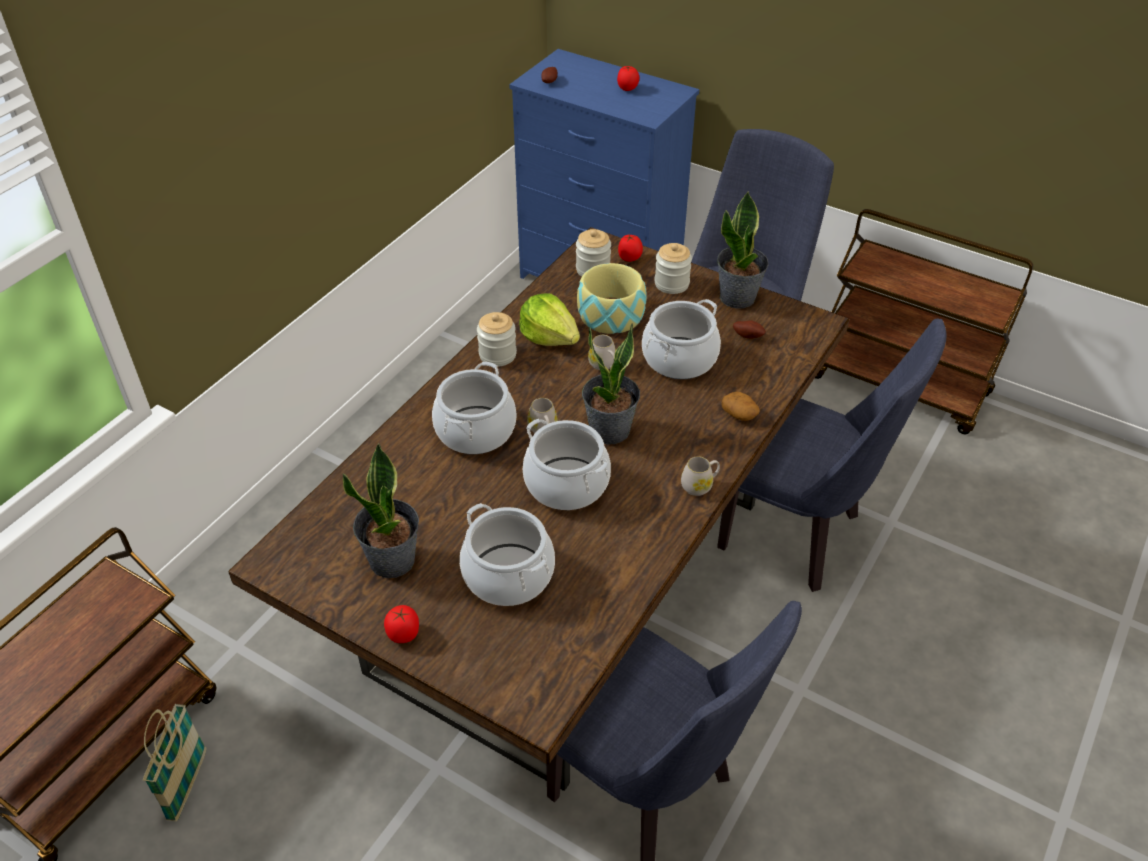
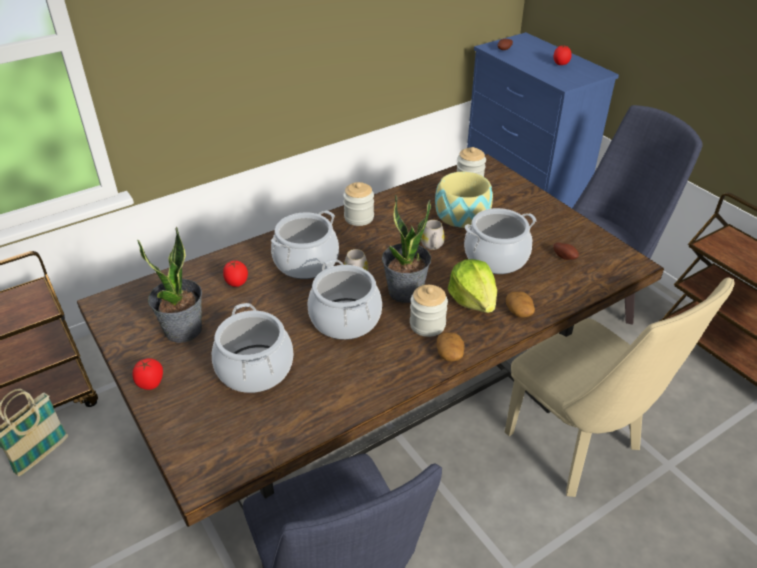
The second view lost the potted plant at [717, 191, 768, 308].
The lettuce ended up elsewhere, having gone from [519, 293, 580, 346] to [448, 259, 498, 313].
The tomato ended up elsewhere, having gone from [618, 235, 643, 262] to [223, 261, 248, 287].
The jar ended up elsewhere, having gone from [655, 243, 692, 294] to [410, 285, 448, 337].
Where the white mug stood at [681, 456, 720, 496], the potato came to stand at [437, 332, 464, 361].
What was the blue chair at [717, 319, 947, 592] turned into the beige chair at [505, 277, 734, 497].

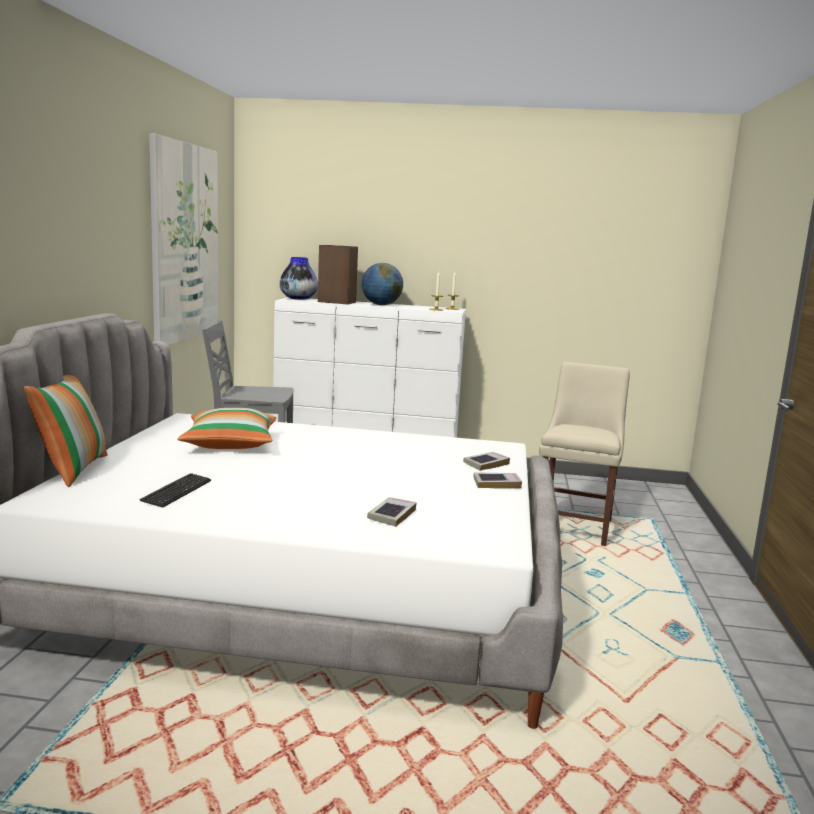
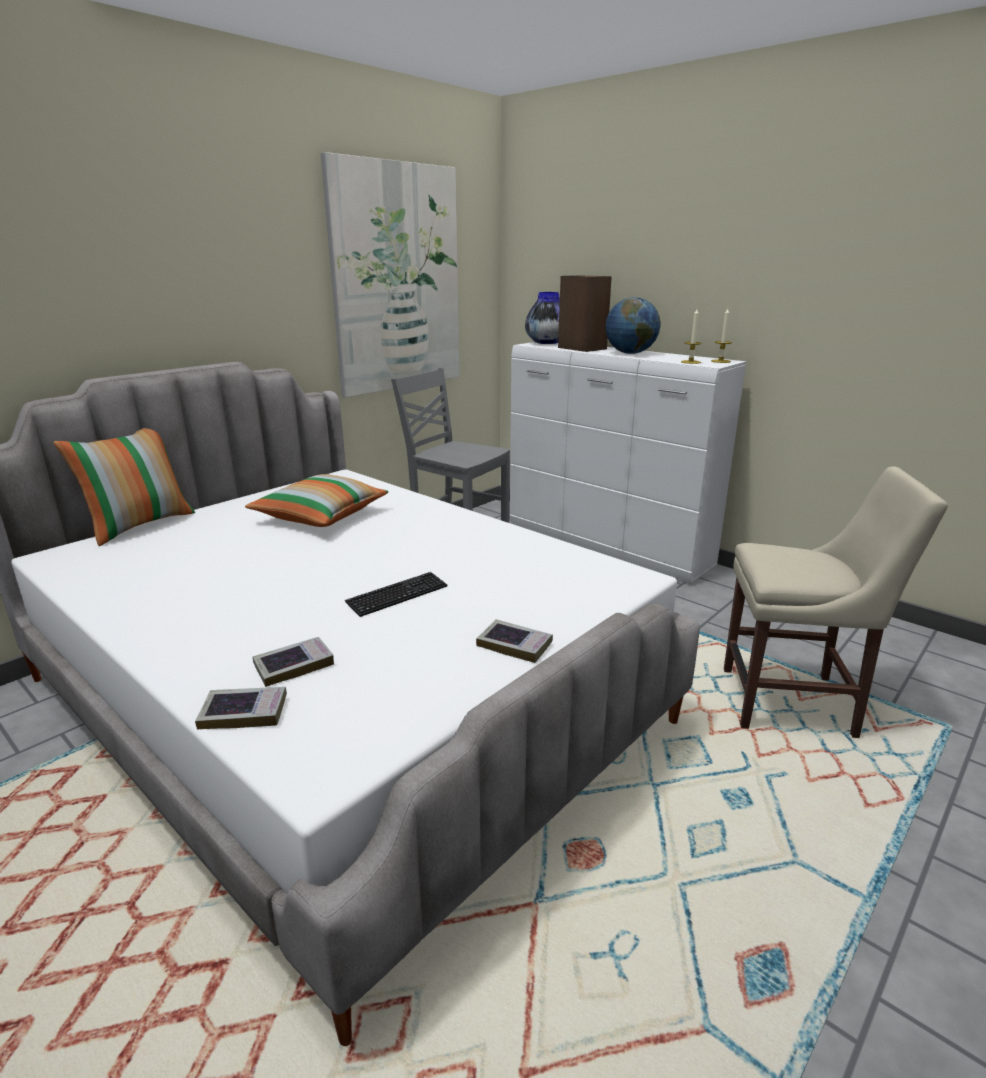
The keyboard ended up elsewhere, having gone from [140, 473, 211, 508] to [345, 572, 447, 617].
The book ended up elsewhere, having gone from [463, 452, 510, 471] to [195, 687, 287, 730].
The beige chair at [539, 362, 630, 546] ended up facing another way, 45 degrees clockwise from before.

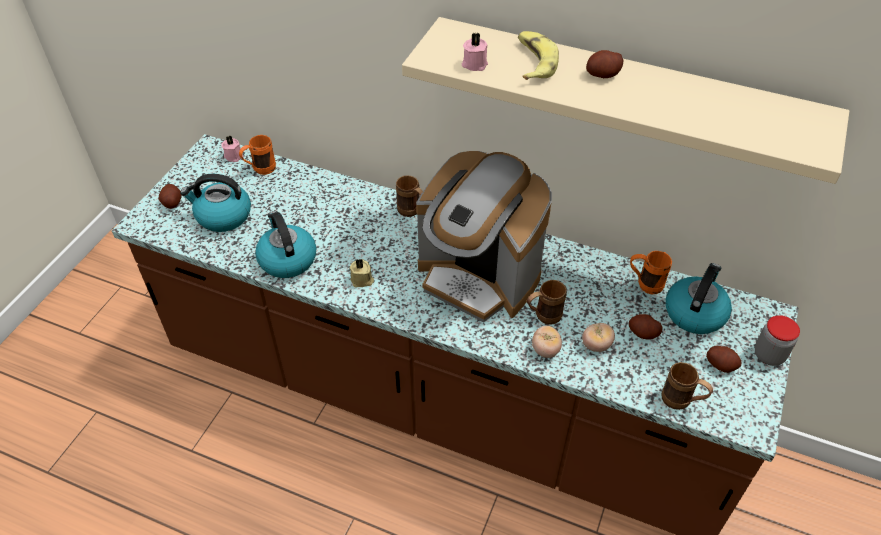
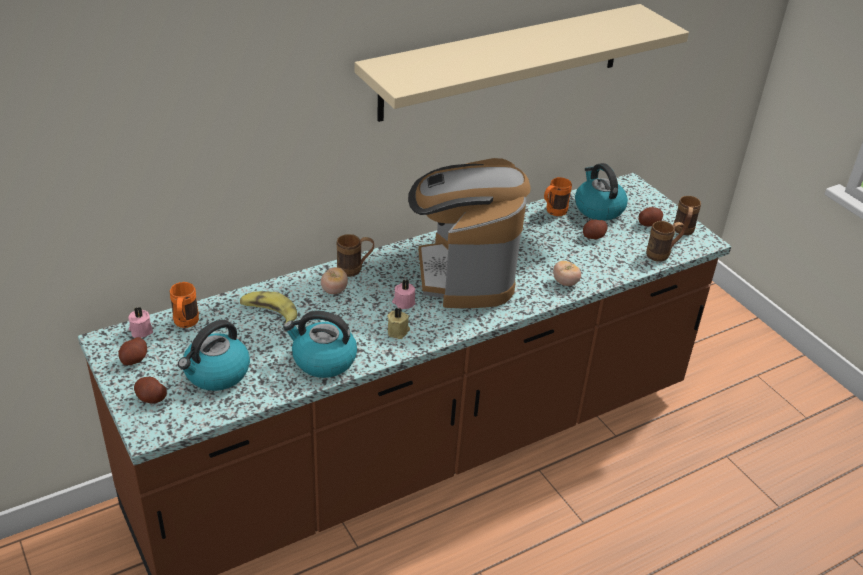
The second view lost the jar at [755, 315, 800, 366].
The pink candle ended up elsewhere, having gone from [462, 32, 488, 71] to [392, 280, 416, 309].
The banana ended up elsewhere, having gone from [518, 31, 559, 80] to [240, 291, 297, 323].
The brown mug ended up elsewhere, having gone from [527, 280, 567, 325] to [674, 196, 701, 235].
The tomato ended up elsewhere, having gone from [582, 323, 615, 352] to [321, 267, 348, 294].
The potato ended up elsewhere, having gone from [586, 50, 624, 78] to [118, 337, 147, 365].
The coffee machine at [416, 151, 552, 322] ended up facing another way, 105 degrees clockwise from before.

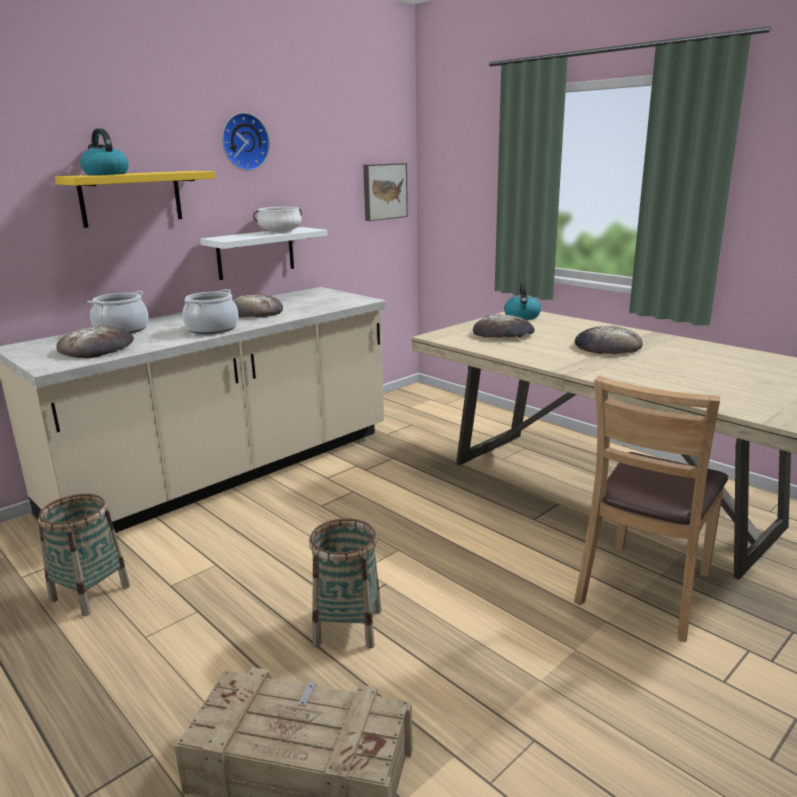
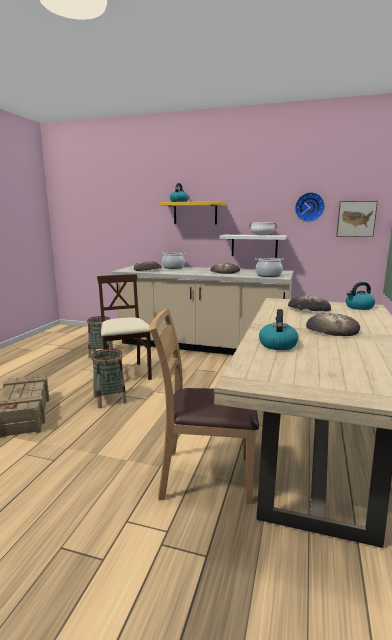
The second view gained the beige chair at [97, 274, 152, 380].
The second view gained the kettle at [259, 309, 299, 350].
The cooking pot ended up elsewhere, having gone from [182, 289, 239, 334] to [255, 258, 284, 277].
The wall clock ended up elsewhere, having gone from [222, 112, 270, 171] to [295, 192, 325, 222].

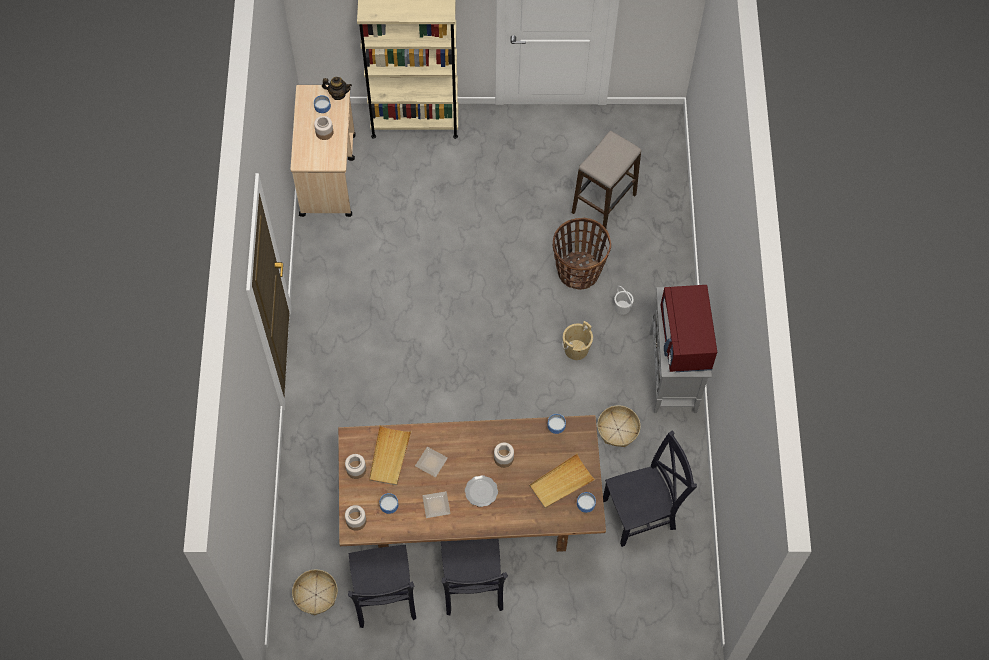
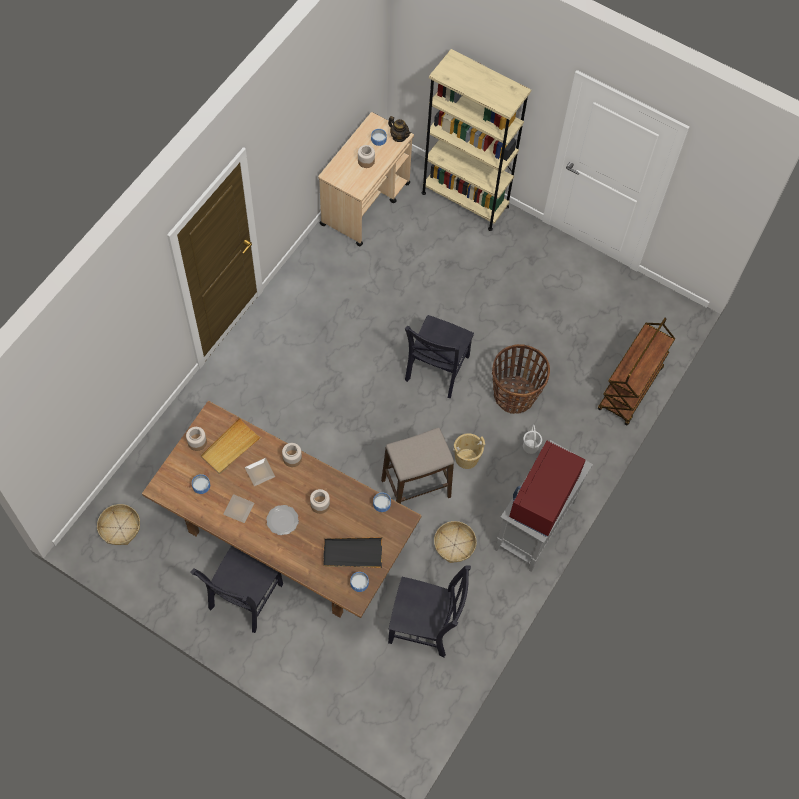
The second view gained the brown cart at [598, 318, 675, 425].
The jar ended up elsewhere, having gone from [345, 505, 366, 531] to [282, 443, 302, 467].
The black chair ended up elsewhere, having gone from [348, 545, 416, 628] to [405, 315, 474, 398].
The stool ended up elsewhere, having gone from [572, 131, 641, 233] to [381, 428, 454, 504].
What was the beige tray at [529, 453, 596, 509] turned into the black tray at [323, 537, 382, 568].

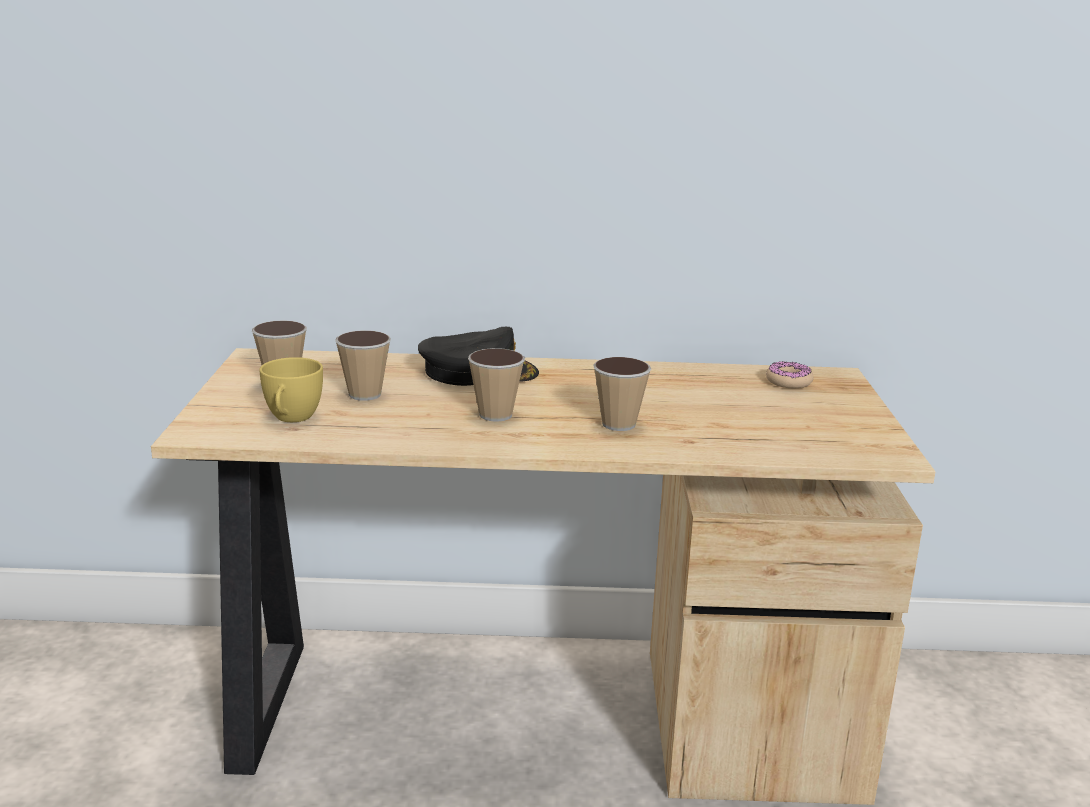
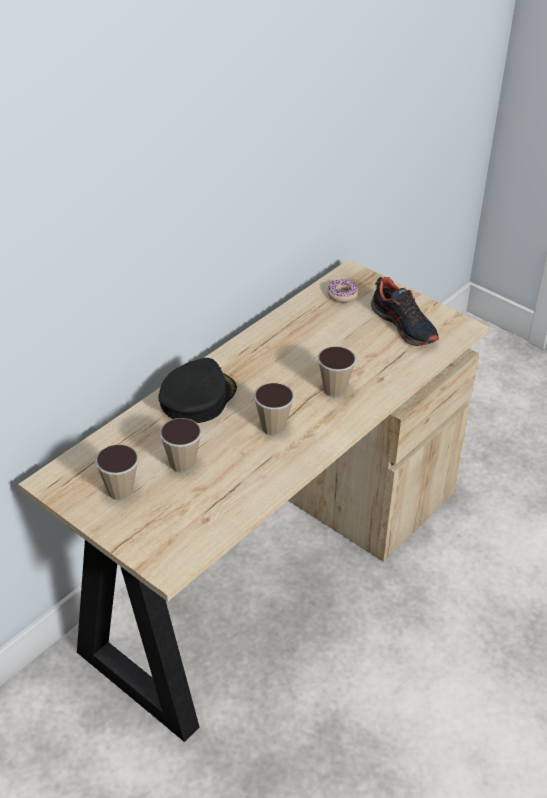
The second view lost the yellow cup at [259, 357, 323, 422].
The second view gained the shoe at [371, 277, 439, 346].

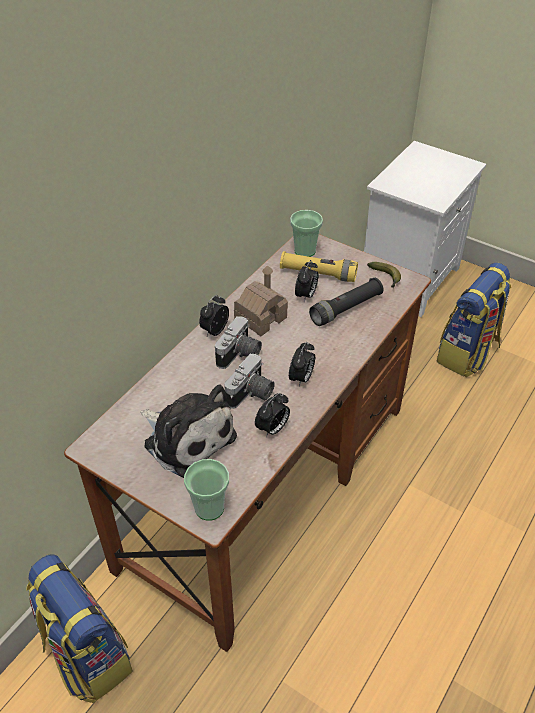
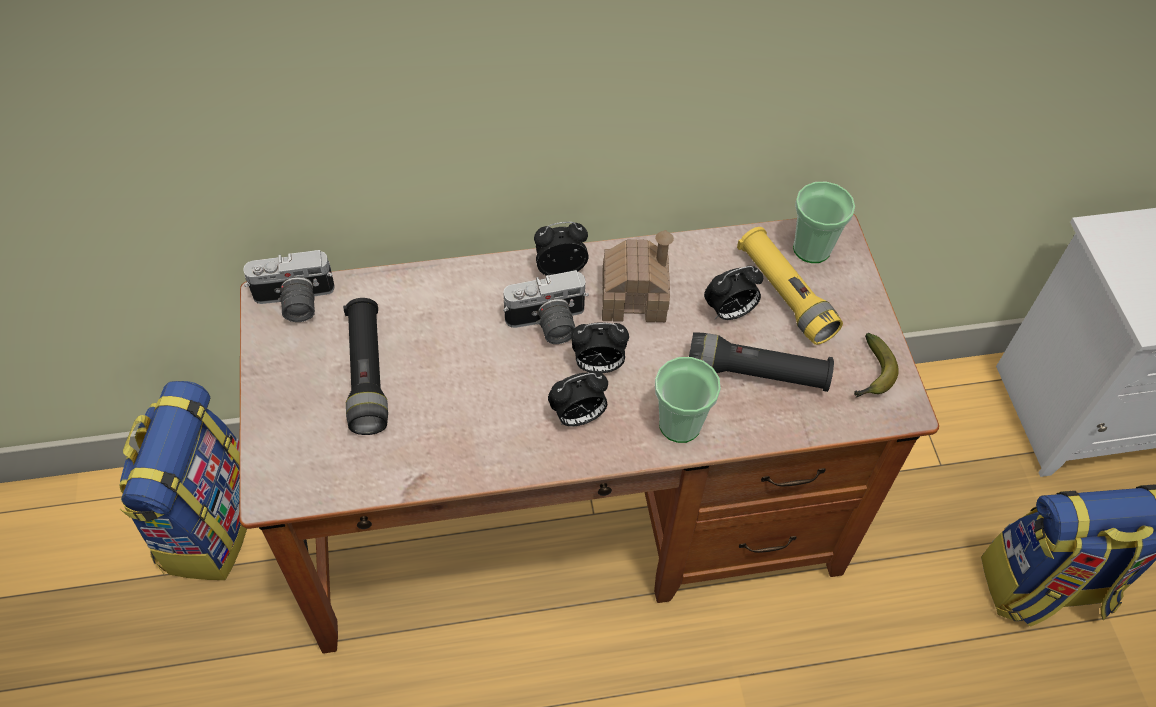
The cup ended up elsewhere, having gone from [184, 459, 229, 521] to [655, 357, 721, 443].
The photo camera ended up elsewhere, having gone from [224, 354, 274, 409] to [243, 250, 335, 322].
The alarm clock ended up elsewhere, having gone from [255, 393, 290, 437] to [571, 322, 629, 373].
Where the plush toy stood at [141, 384, 237, 478], the black flashlight came to stand at [343, 298, 388, 435].

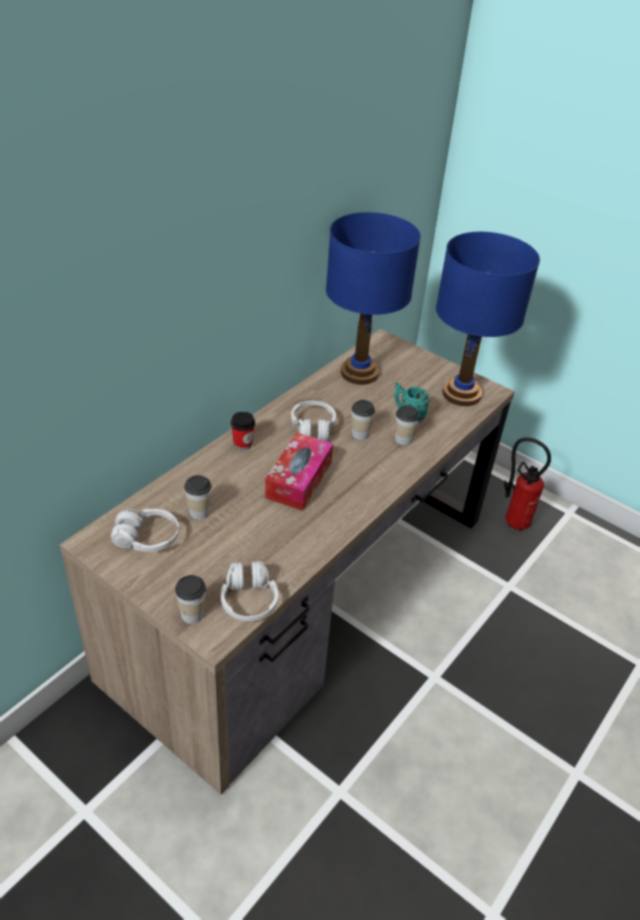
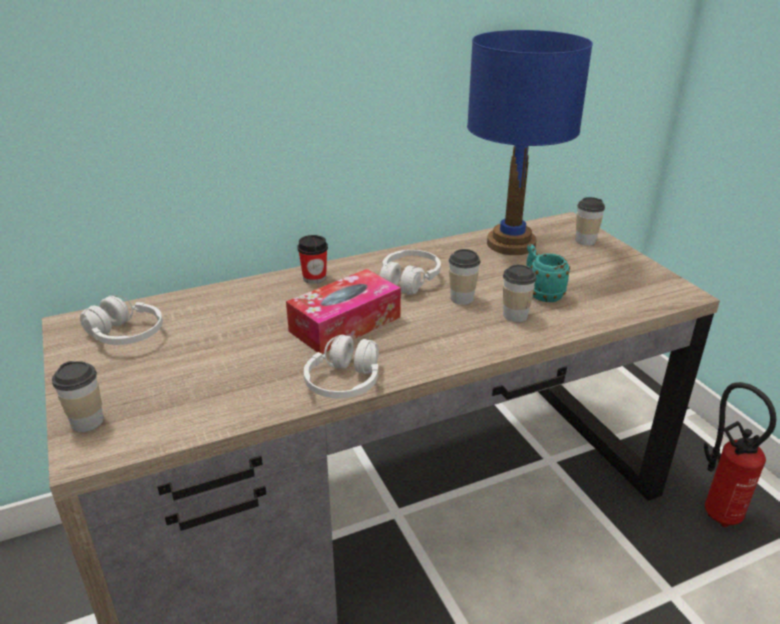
The second view lost the blue table lamp at [436, 232, 540, 406].
The cup ended up elsewhere, having gone from [184, 475, 211, 520] to [576, 197, 605, 245].
The white headphones ended up elsewhere, having gone from [221, 561, 278, 621] to [304, 335, 379, 399].

